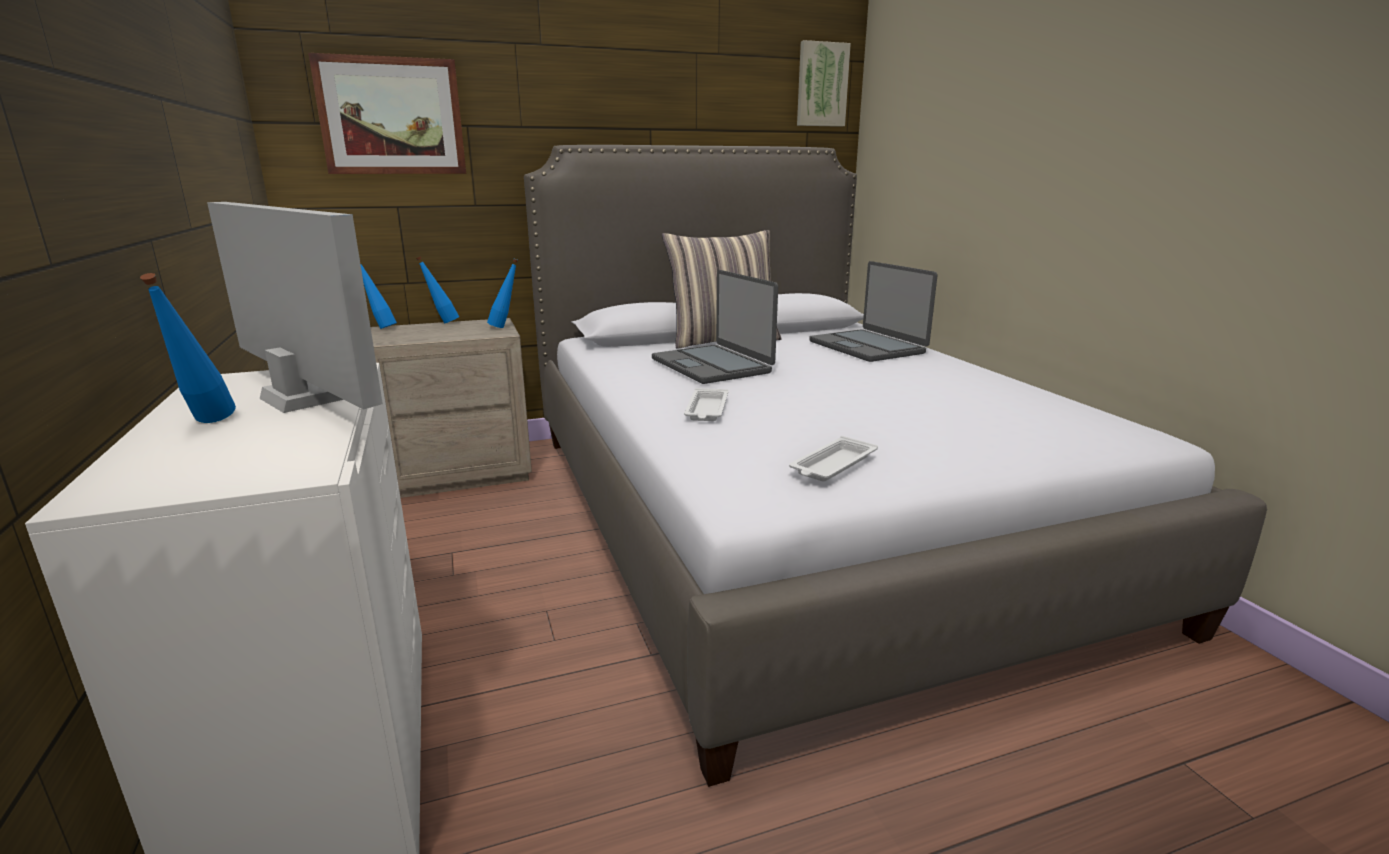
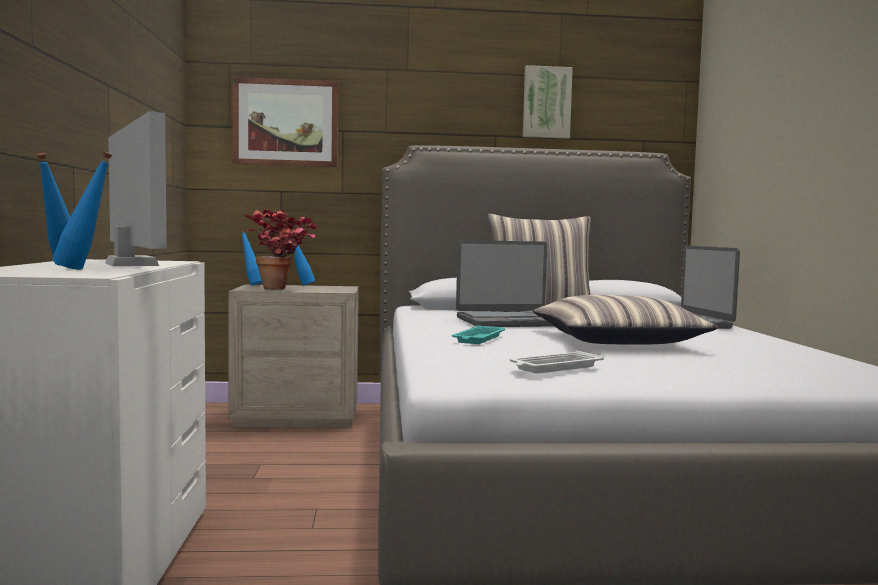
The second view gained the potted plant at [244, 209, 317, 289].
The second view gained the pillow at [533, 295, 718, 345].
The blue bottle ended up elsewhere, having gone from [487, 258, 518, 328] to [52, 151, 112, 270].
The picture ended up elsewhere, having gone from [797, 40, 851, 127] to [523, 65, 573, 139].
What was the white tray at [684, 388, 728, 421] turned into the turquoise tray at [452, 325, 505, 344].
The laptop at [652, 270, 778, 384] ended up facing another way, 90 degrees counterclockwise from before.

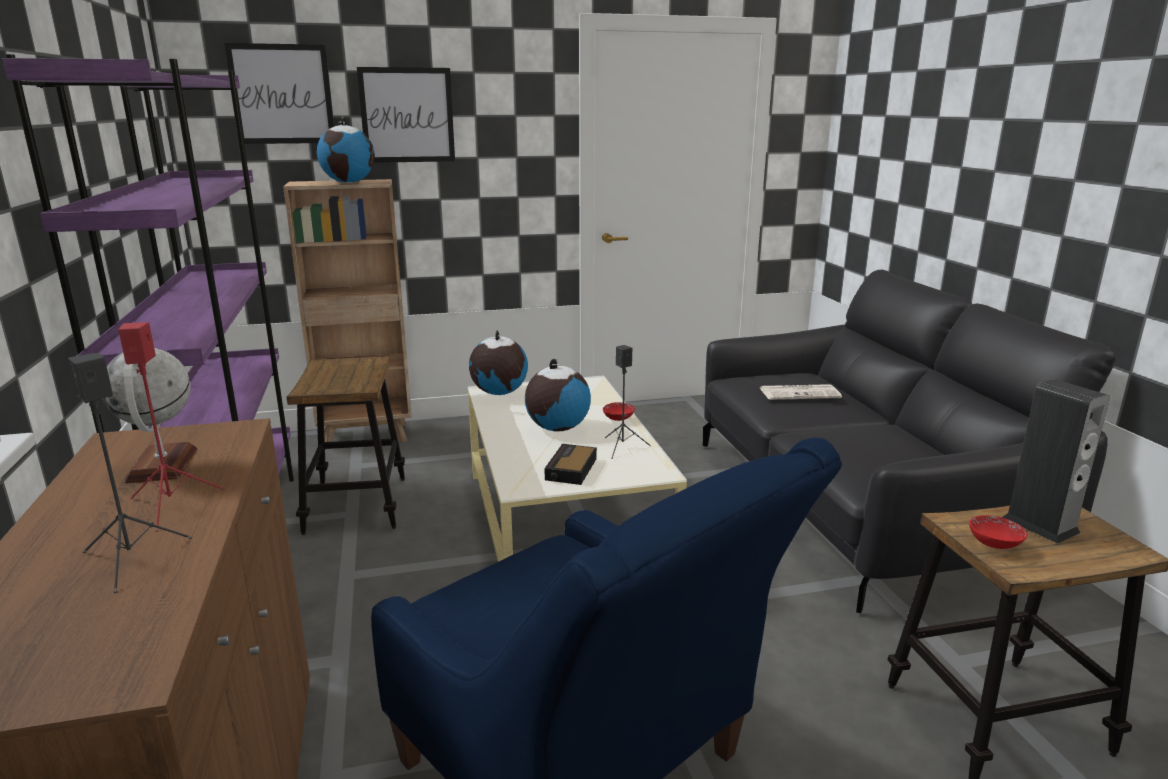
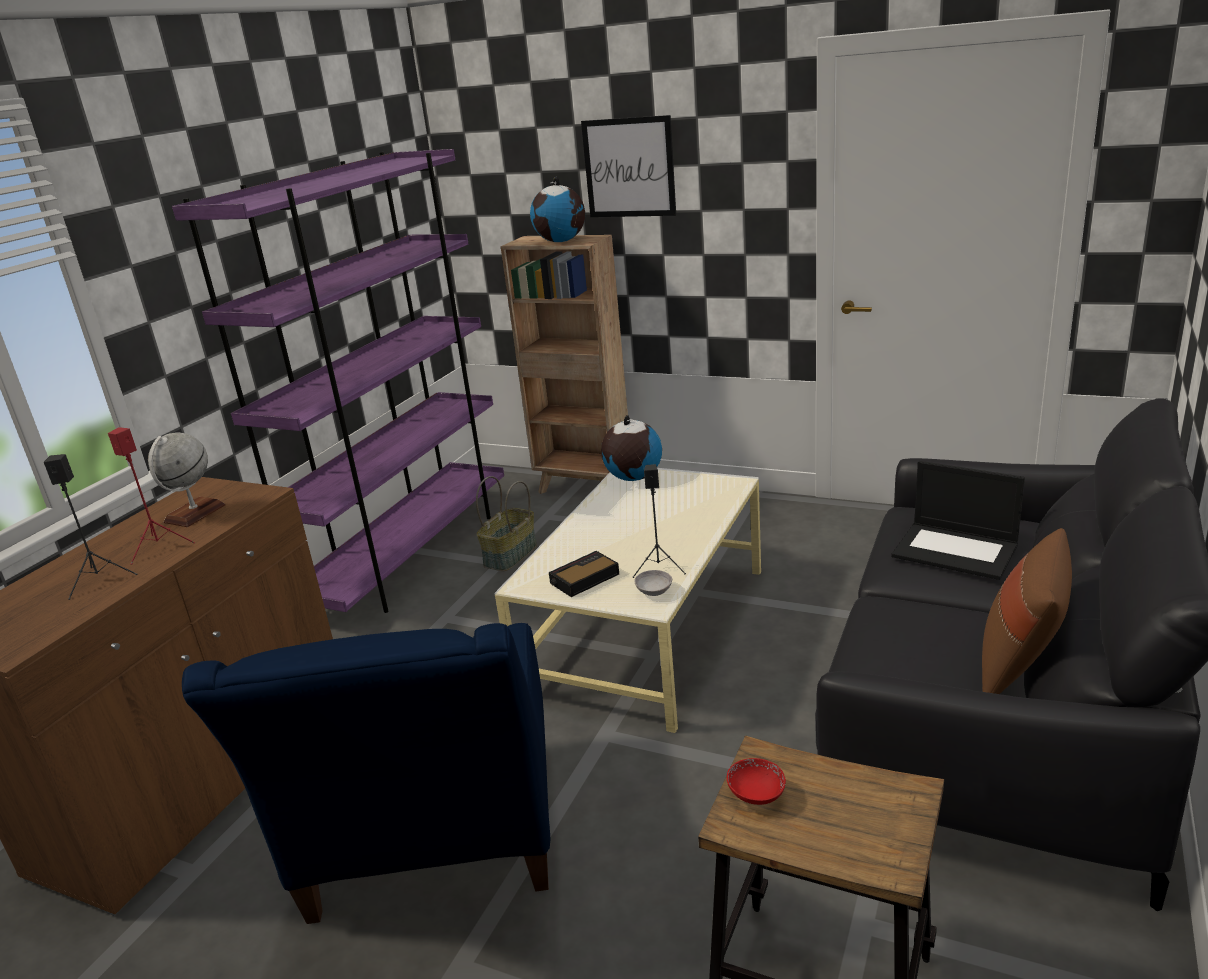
The second view lost the picture at [224, 43, 334, 144].
The second view lost the globe at [525, 359, 591, 431].
The second view lost the red bowl at [603, 402, 635, 421].
The second view lost the speaker at [1003, 379, 1110, 544].
The second view gained the grey bowl at [634, 570, 672, 596].
The second view gained the brown pillow at [982, 528, 1072, 694].
Where the stool stood at [287, 356, 405, 535], the basket came to stand at [476, 476, 537, 571].
Where the newspaper stood at [760, 384, 842, 400], the laptop came to stand at [891, 461, 1025, 580].

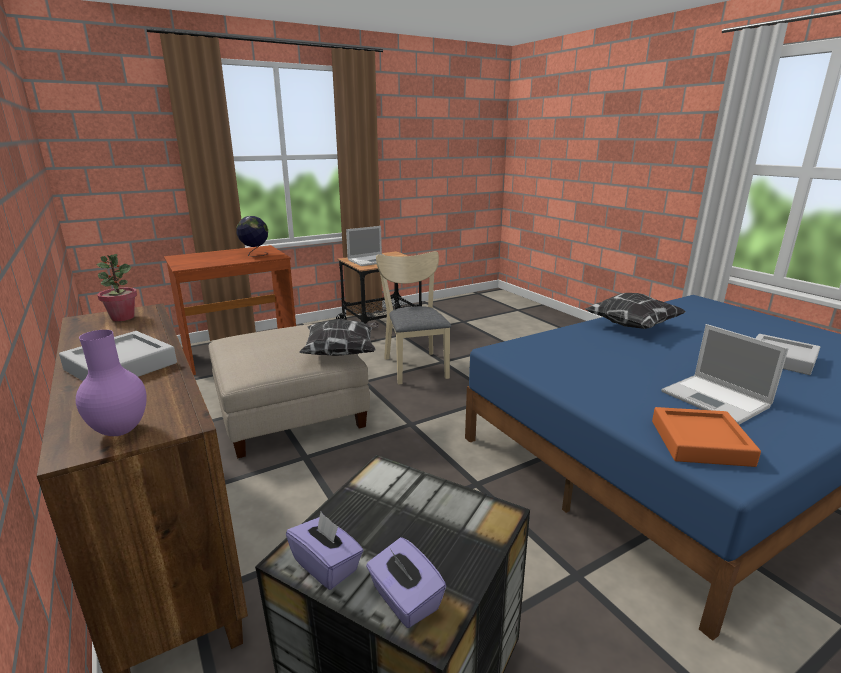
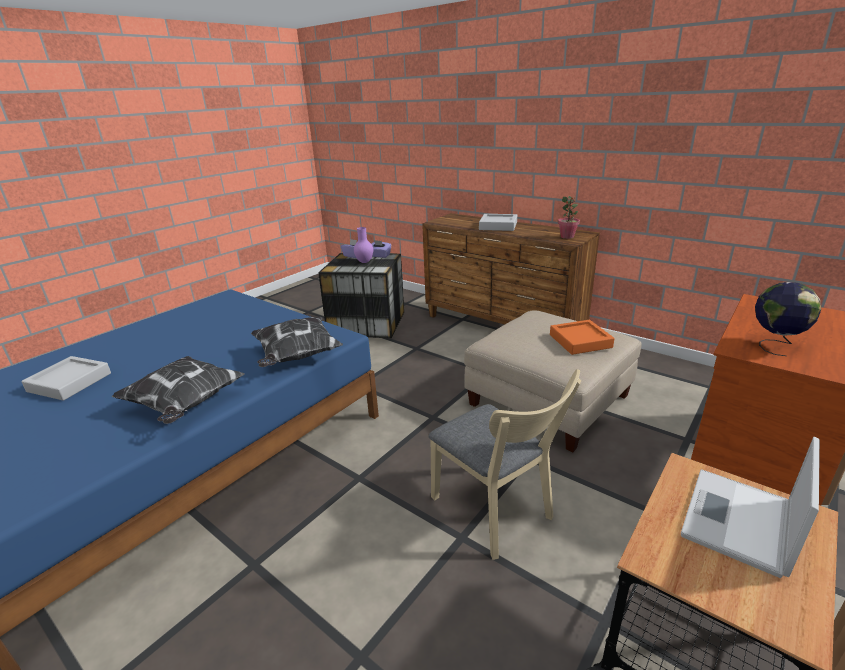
The second view lost the laptop at [662, 324, 788, 425].
The purple vase ended up elsewhere, having gone from [76, 330, 147, 436] to [354, 227, 373, 263].
The pillow ended up elsewhere, having gone from [299, 319, 379, 356] to [251, 317, 343, 367].
The orange tray ended up elsewhere, having gone from [652, 407, 761, 467] to [550, 320, 615, 355].

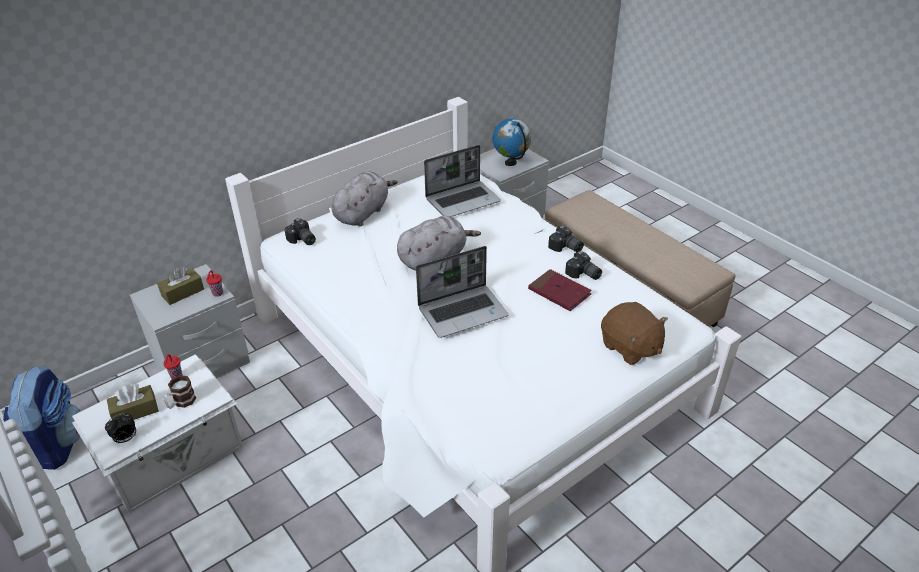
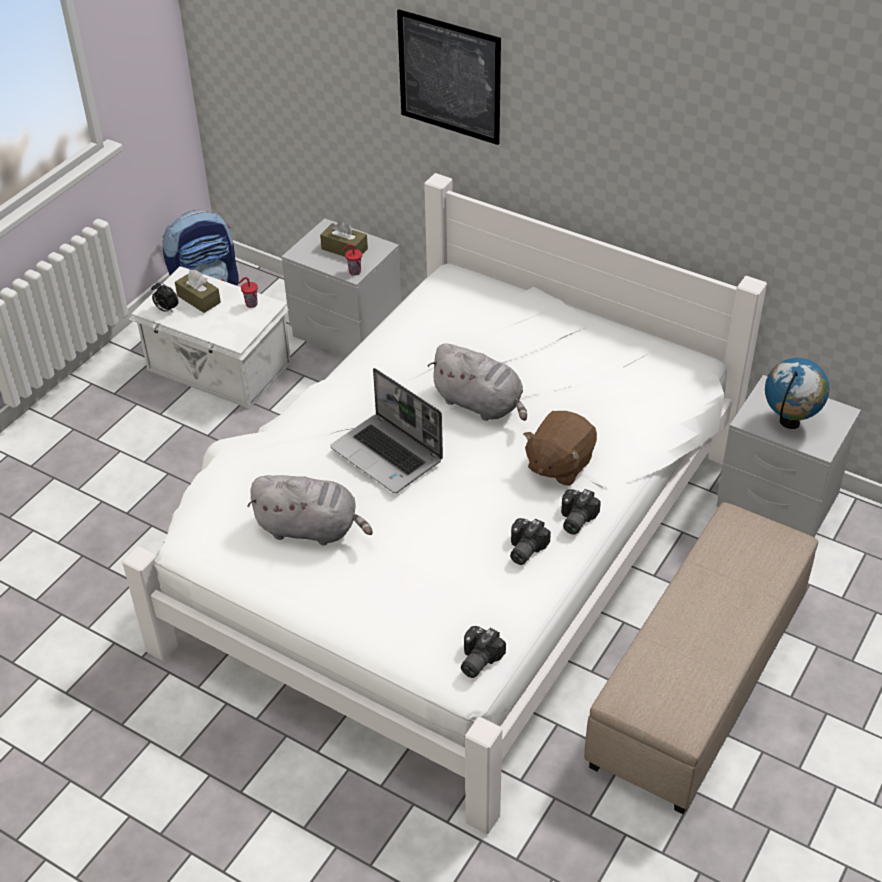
The second view lost the mug at [164, 375, 196, 409].
The second view lost the laptop at [424, 145, 501, 217].
The second view lost the red book at [528, 269, 592, 311].
The second view gained the picture at [397, 9, 501, 145].
The photo camera ended up elsewhere, having gone from [284, 218, 316, 245] to [461, 626, 506, 678].
The grey plush toy ended up elsewhere, having gone from [331, 171, 398, 226] to [247, 475, 373, 545].
The brown plush toy ended up elsewhere, having gone from [601, 302, 668, 365] to [523, 411, 597, 486].

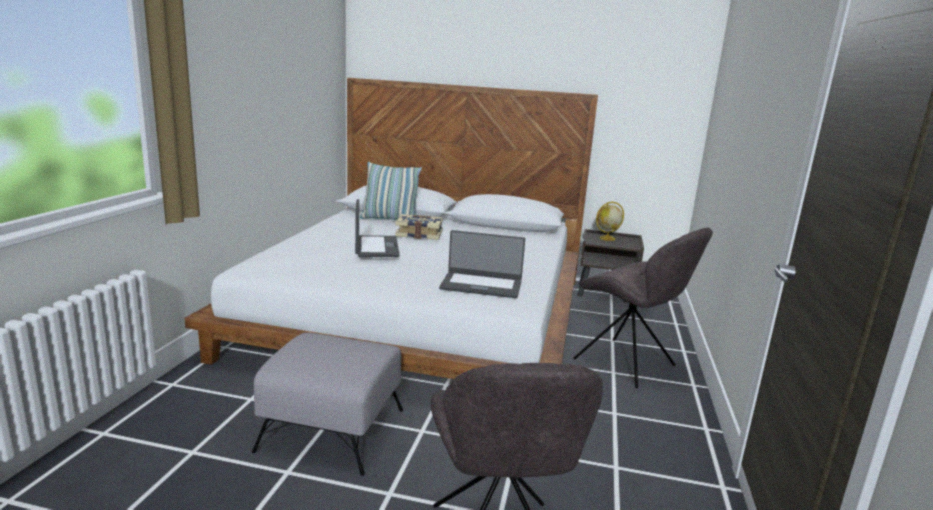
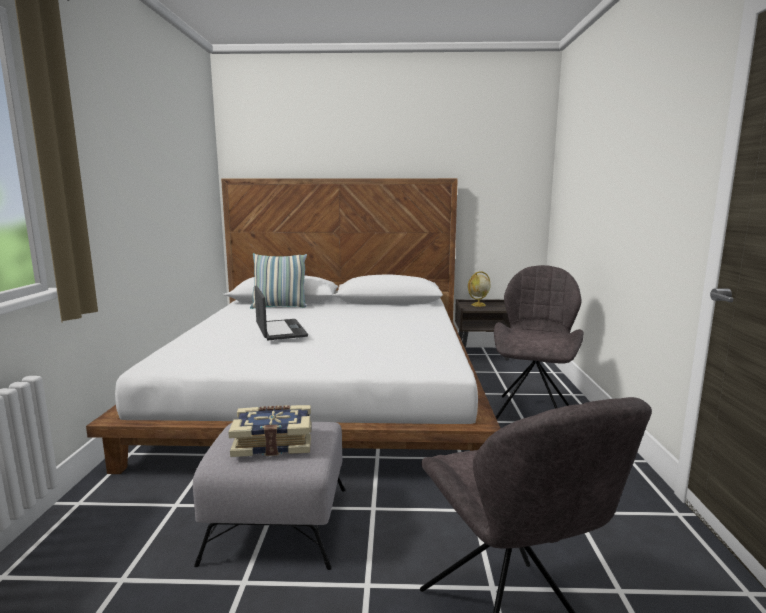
The second view lost the laptop at [439, 230, 525, 298].
The book ended up elsewhere, having gone from [395, 214, 443, 240] to [228, 405, 311, 457].
The grey chair at [574, 227, 713, 388] ended up facing another way, 105 degrees counterclockwise from before.

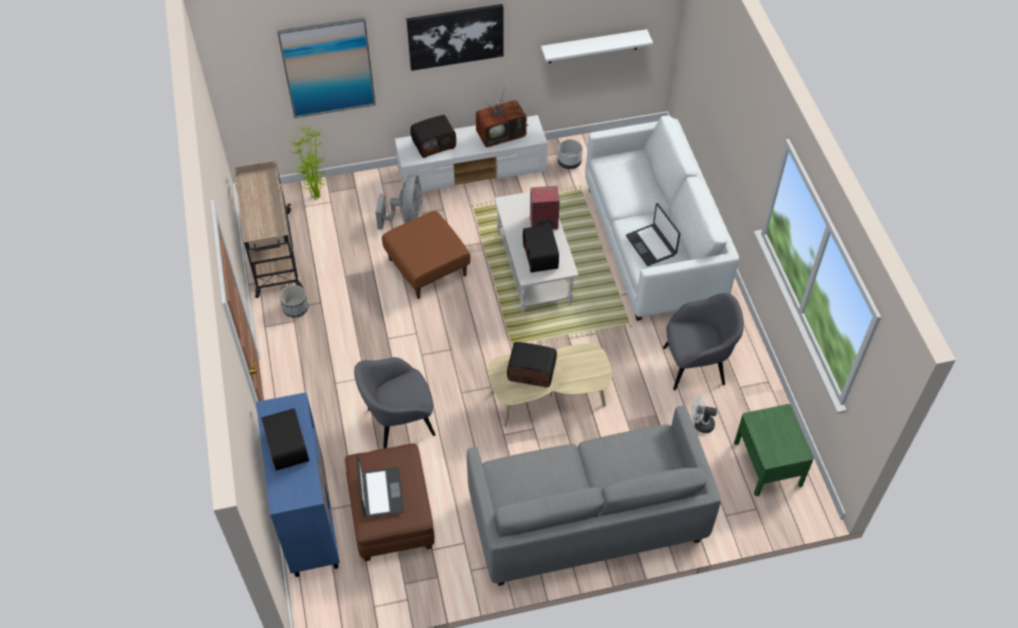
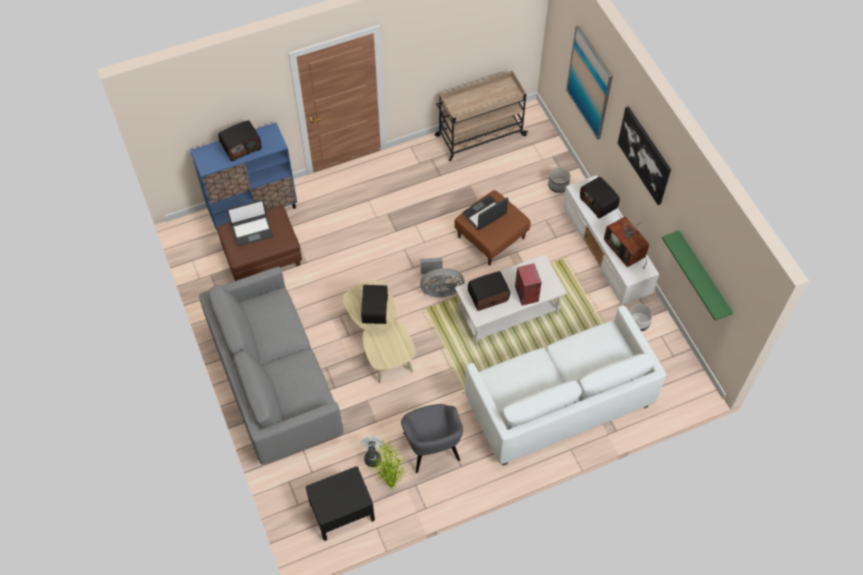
The second view lost the grey armchair at [354, 357, 435, 449].
The planter ended up elsewhere, having gone from [279, 285, 309, 317] to [548, 167, 570, 193].
The potted plant ended up elsewhere, having gone from [290, 124, 327, 200] to [371, 438, 408, 488].
The grey fan ended up elsewhere, having gone from [375, 175, 422, 230] to [420, 258, 464, 297].
The laptop ended up elsewhere, having gone from [626, 203, 680, 266] to [462, 196, 508, 230].
What was the white shelf at [541, 29, 653, 64] turned into the green shelf at [662, 230, 733, 321].
What was the green nightstand at [734, 404, 814, 496] turned into the black nightstand at [306, 466, 375, 541].

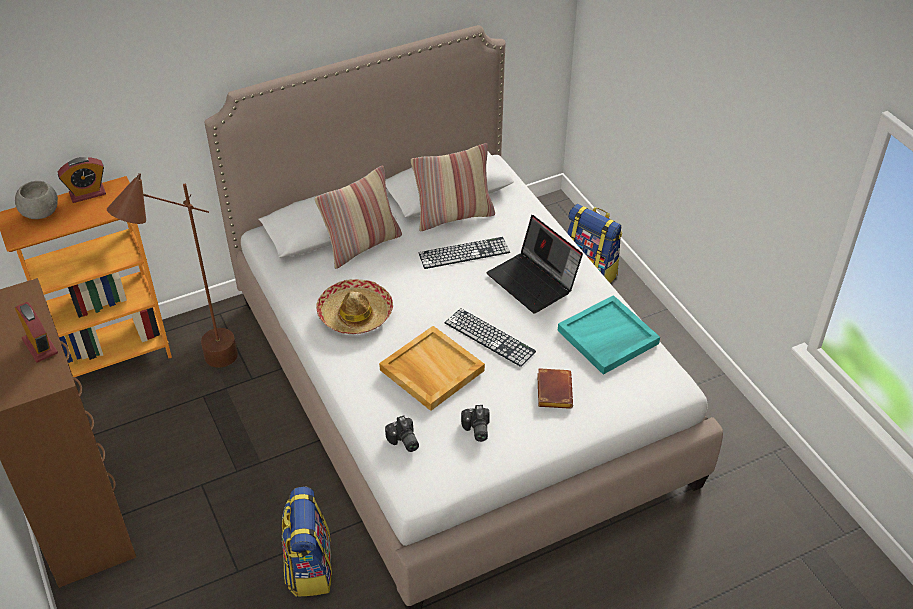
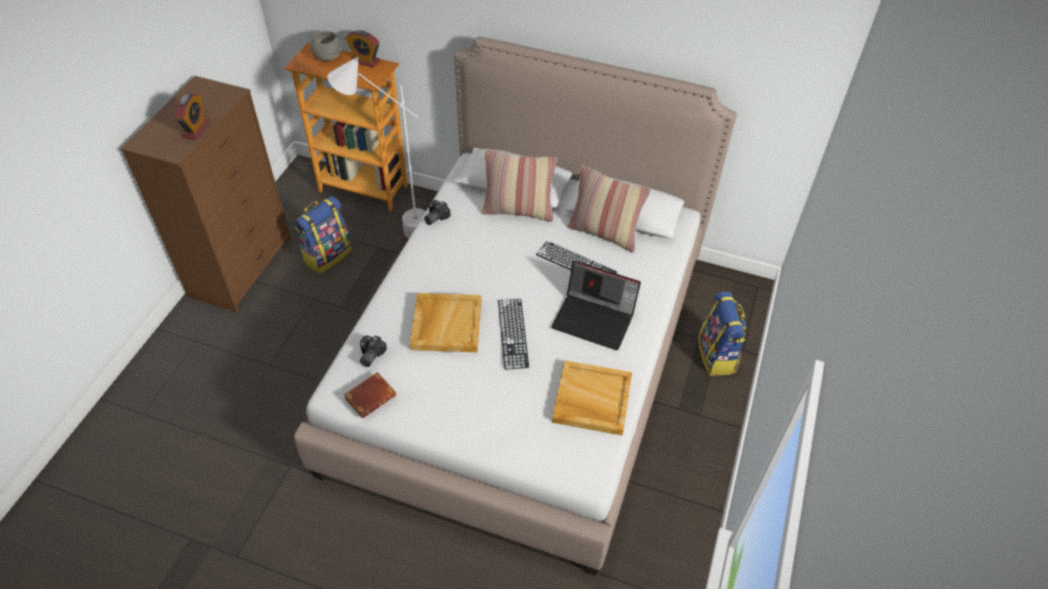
The second view lost the hat at [316, 279, 393, 334].
The backpack ended up elsewhere, having gone from [282, 486, 332, 597] to [295, 196, 352, 274].
The photo camera ended up elsewhere, having gone from [461, 405, 490, 442] to [424, 200, 451, 225].
The brown book ended up elsewhere, having gone from [537, 368, 573, 409] to [344, 372, 396, 418].
What was the brown floor lamp at [107, 173, 238, 368] turned into the white floor lamp at [327, 57, 426, 238].
What was the turquoise tray at [558, 295, 660, 375] turned into the beige tray at [552, 360, 632, 435].
The laptop at [487, 215, 583, 314] ended up facing another way, 75 degrees counterclockwise from before.

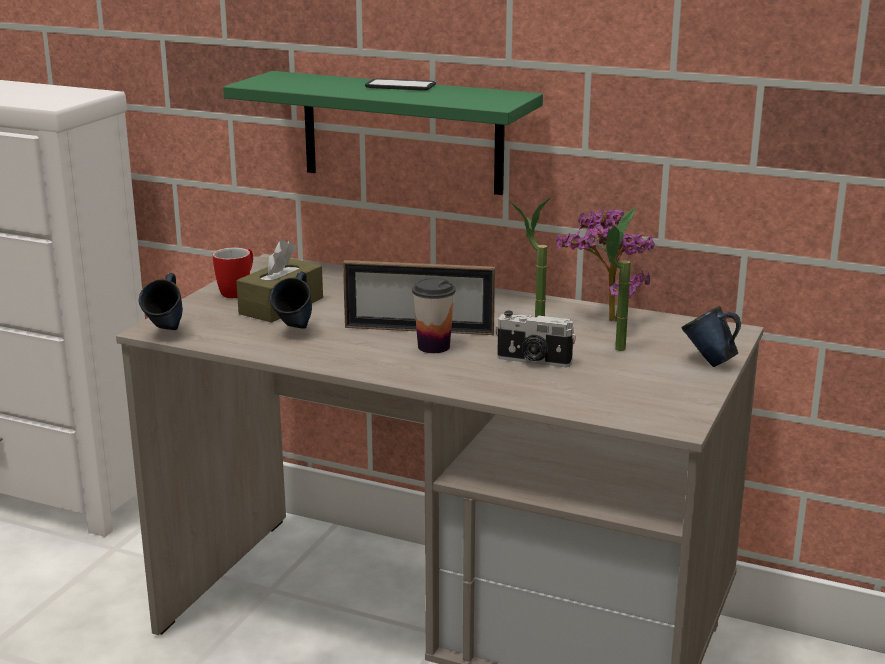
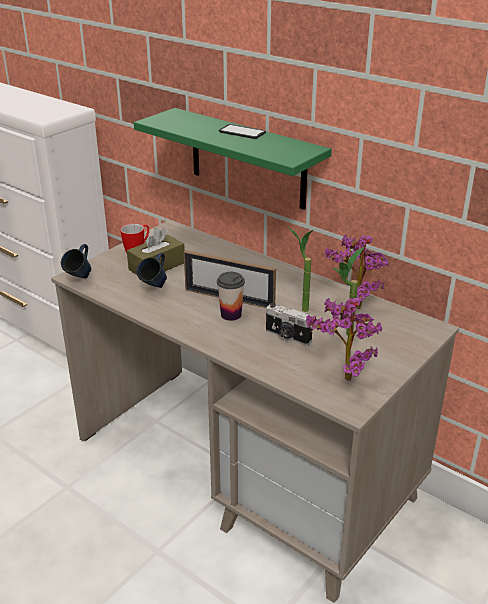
The second view lost the blue mug at [681, 306, 741, 367].
The second view gained the potted plant at [306, 297, 382, 381].

